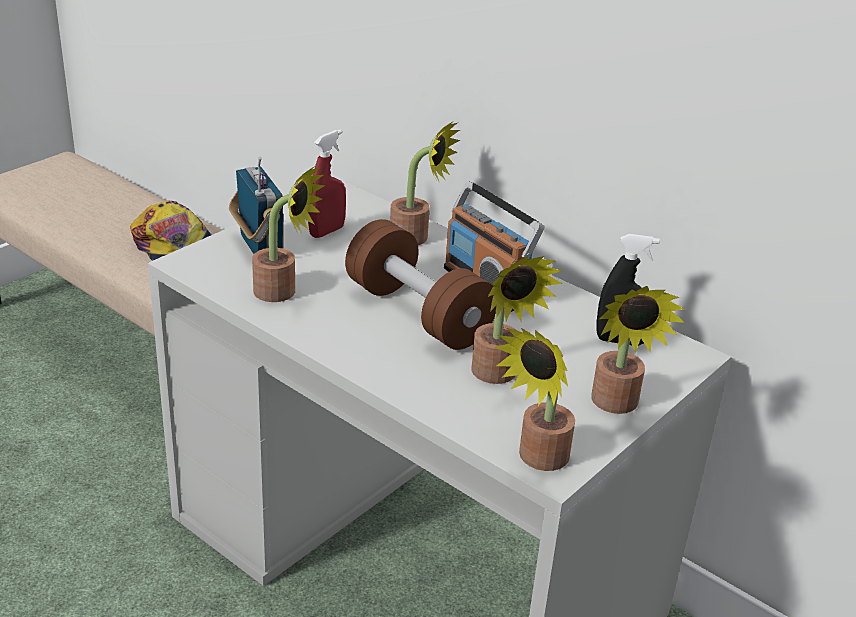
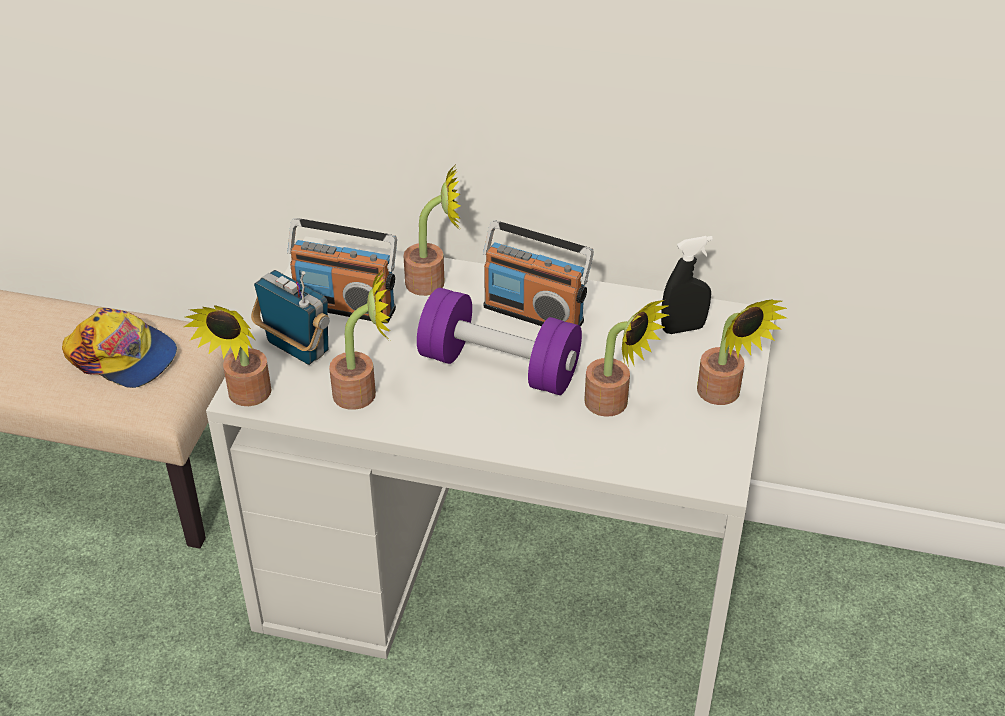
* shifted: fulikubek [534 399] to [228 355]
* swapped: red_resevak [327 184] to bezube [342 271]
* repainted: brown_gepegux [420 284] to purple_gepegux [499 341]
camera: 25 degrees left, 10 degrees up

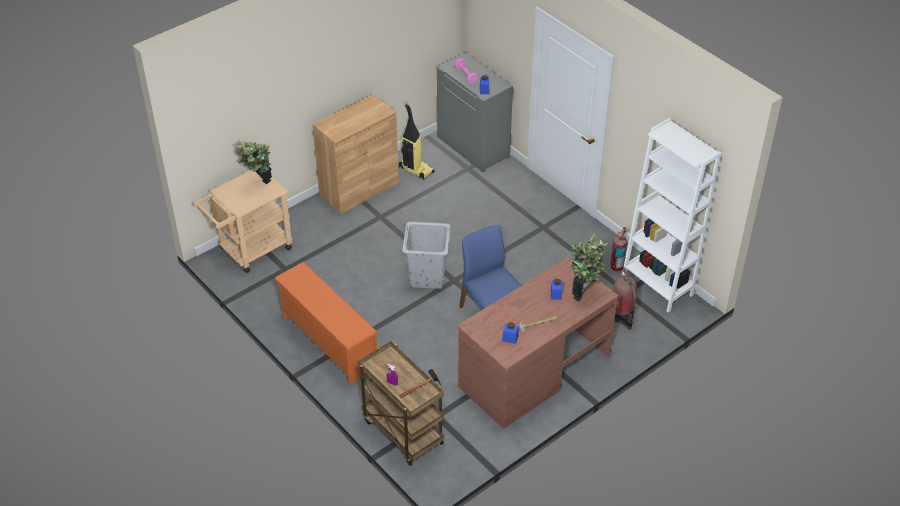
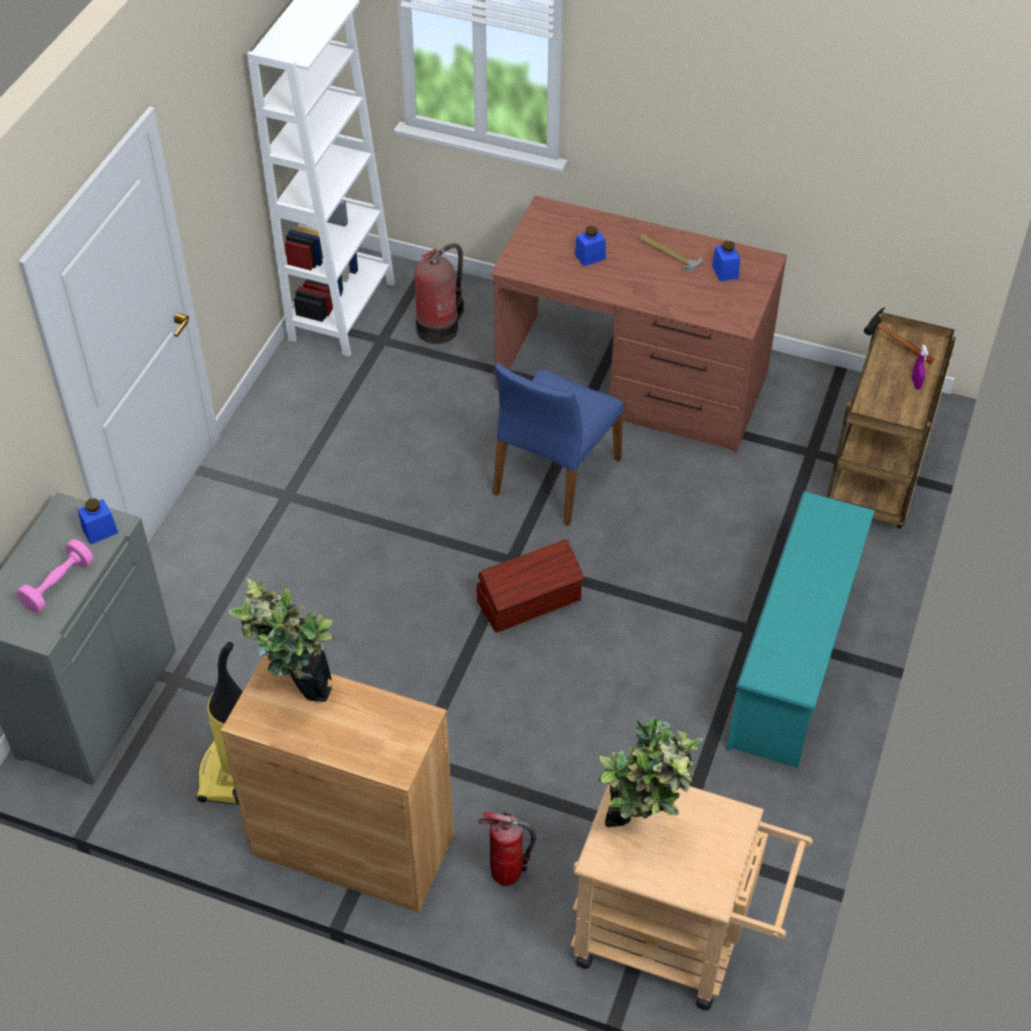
* shifted: fulikubek [588 268] to [281 640]
* swapped: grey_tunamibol [426 255] to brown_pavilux [530 586]
* shifted: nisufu [618 249] to [507 848]
* repainted: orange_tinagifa [326 323] to turquoise_tinagifa [800 629]
camera: 120 degrees left, 5 degrees up

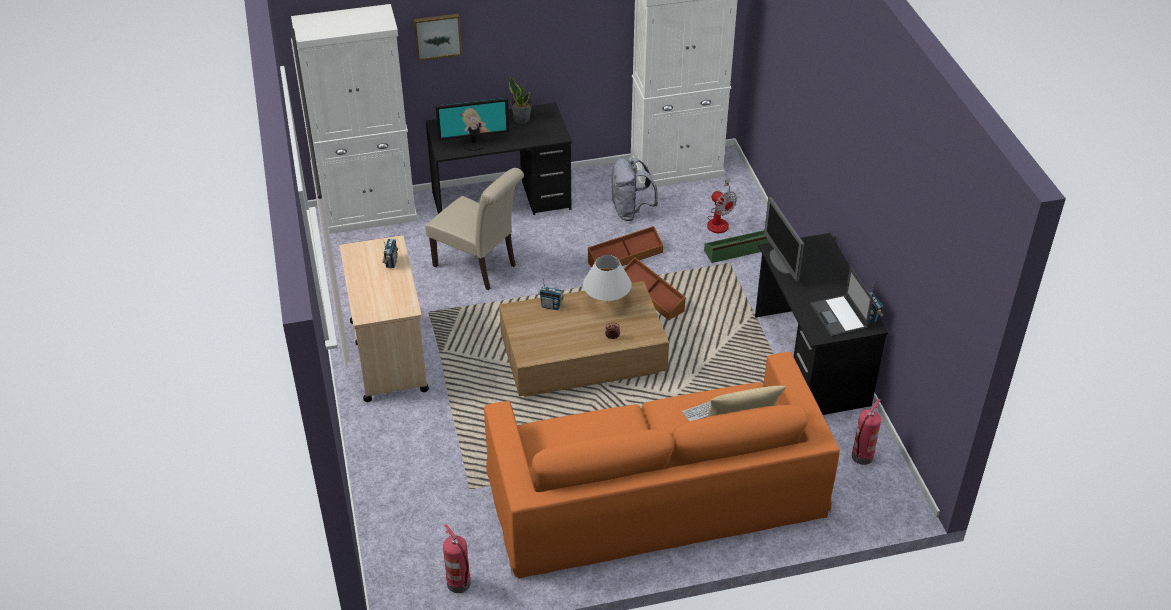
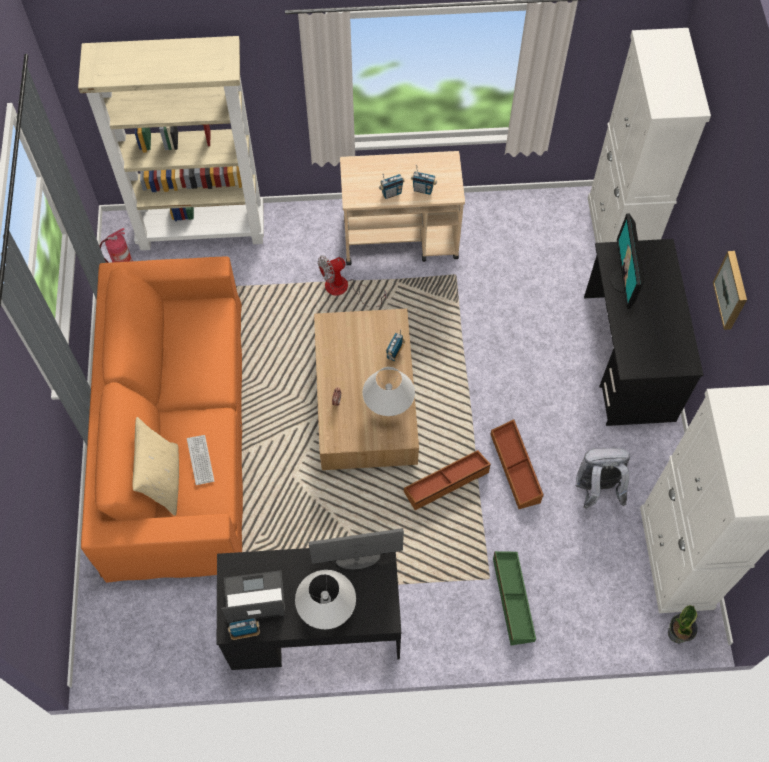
* new: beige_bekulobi [171 143]
* new: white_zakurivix [325 599]
* shifted: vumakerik [722 206] to [352 281]
* new: bezube [391 186]
* shifted: fulikubek [520 100] to [683 624]
* shifted: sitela [438 37] to [730 290]
* gone: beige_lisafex [474 229]
* gone: nisufu [866 432]
camera: 100 degrees right, 20 degrees up

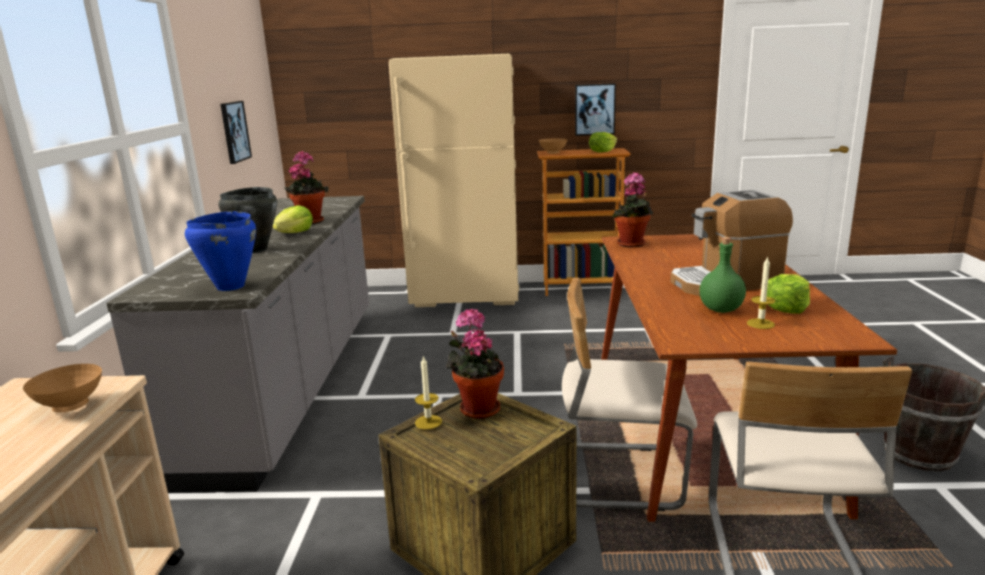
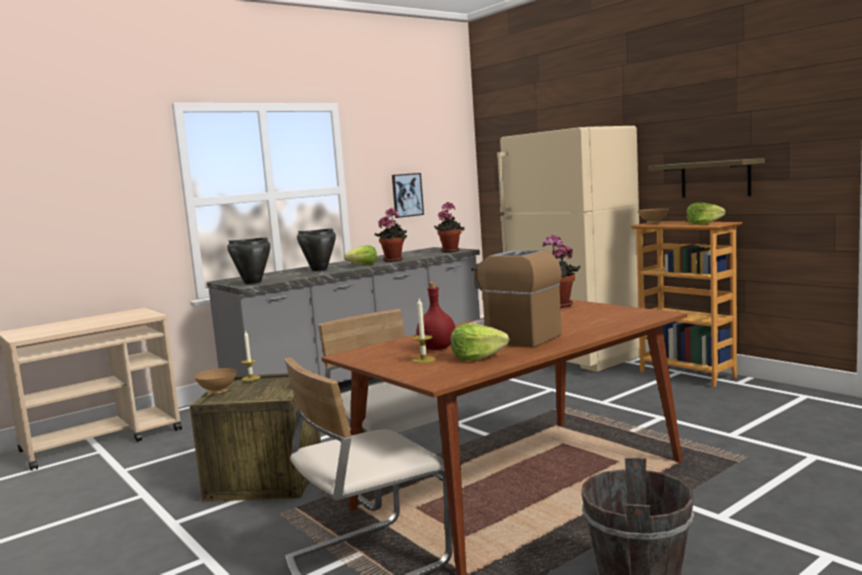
* shifted: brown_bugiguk [62 388] to [215 381]
* repainted: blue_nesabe [220 251] to black_nesabe [249 260]
* repainted: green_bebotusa [723 275] to red_bebotusa [436 316]
* shifted: fulikubek [475 364] to [449 227]
* swapped: sitela [595 109] to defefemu [706 178]
camera: 50 degrees right, 10 degrees down

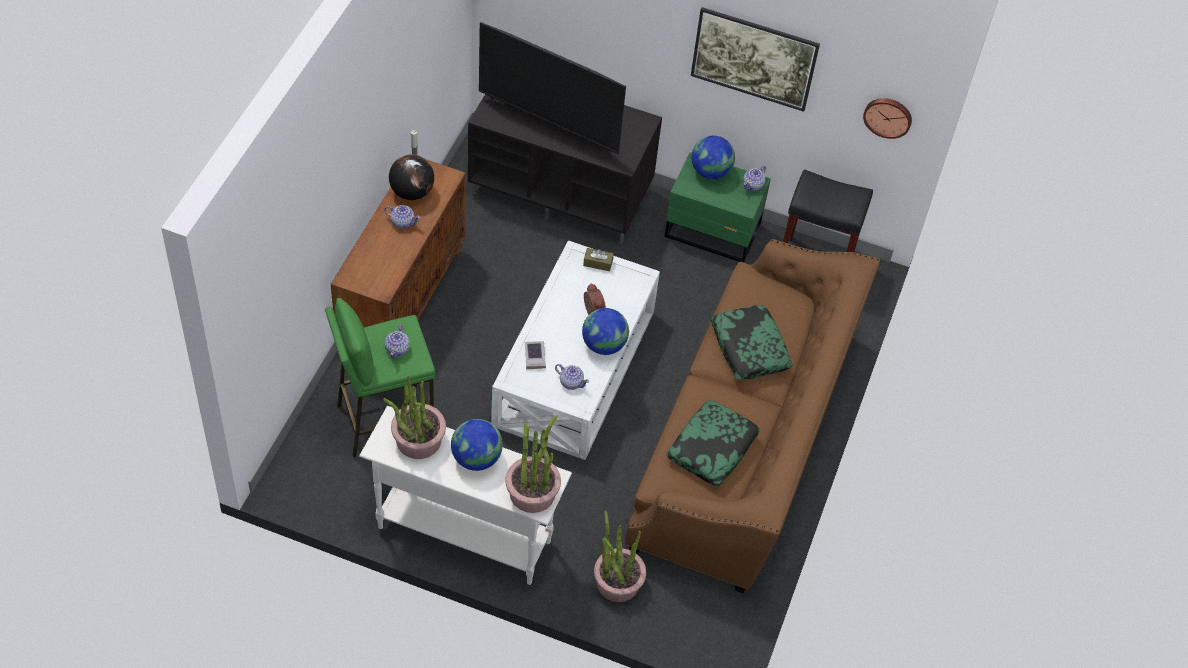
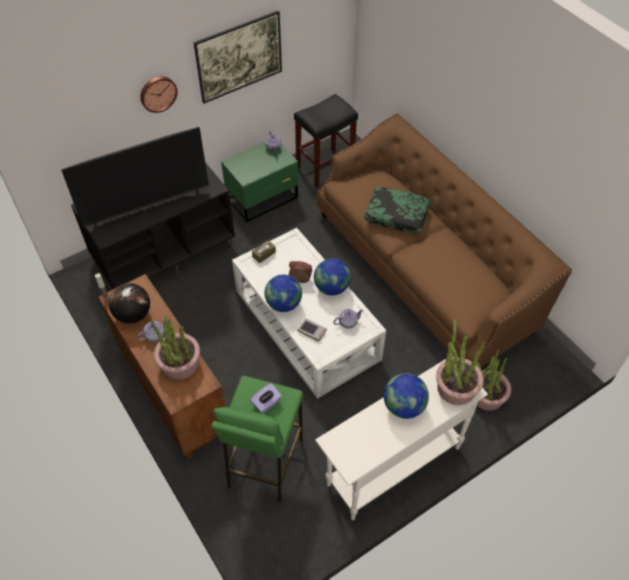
* shifted: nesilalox [887 118] to [159 94]
* shifted: fulikubek [414 417] to [176 347]
* swapped: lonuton [397 341] to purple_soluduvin [266 398]
* shifted: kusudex [713 157] to [283 293]
* gone: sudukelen [713 443]
camera: 50 degrees left, 0 degrees up

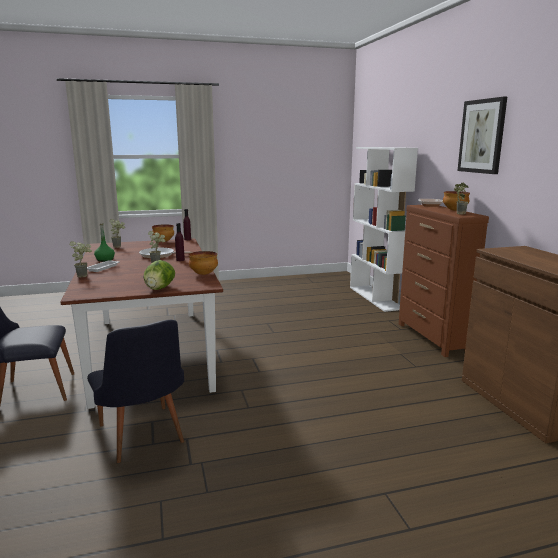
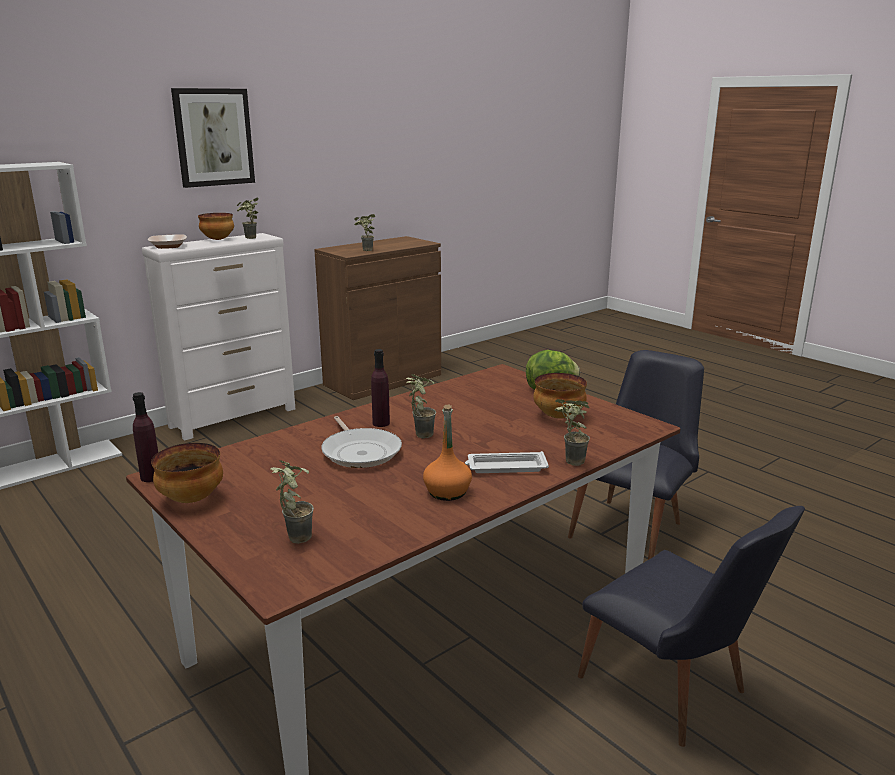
* repainted: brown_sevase [444 281] to white_sevase [218 336]
* new: fulikubek [364 232]
* repainted: green_bebotusa [104 243] to orange_bebotusa [447 453]
* shifted: bugiguk [203 263] to [560 396]
camera: 115 degrees left, 5 degrees up

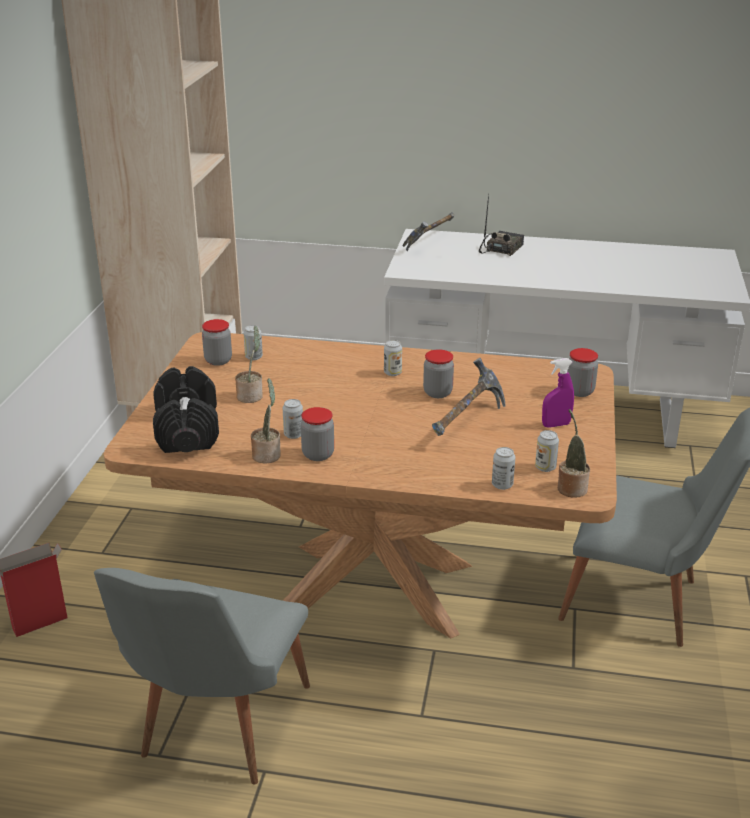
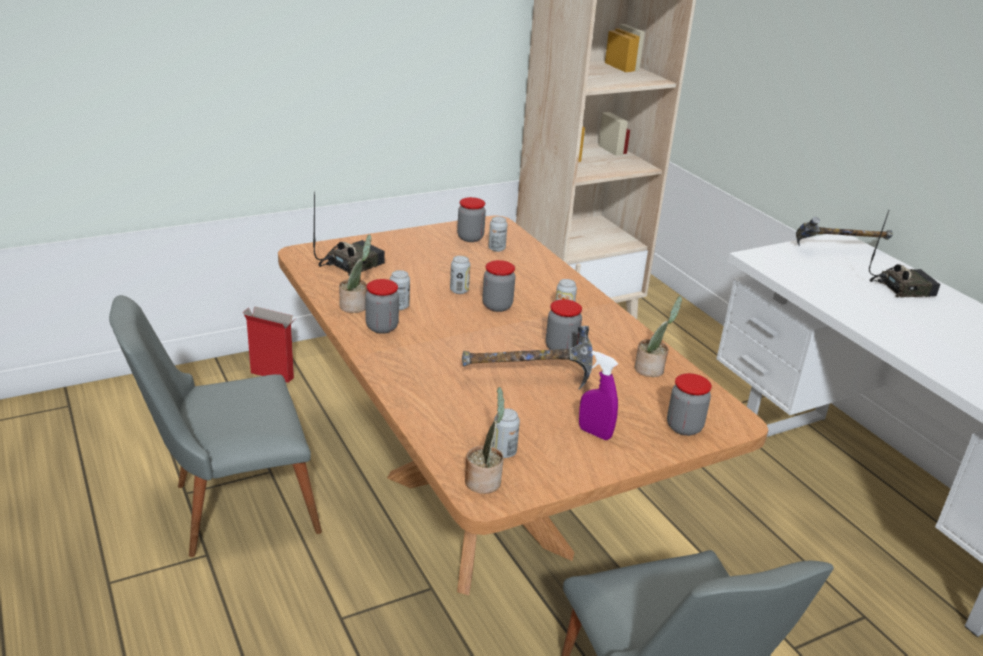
* swapped: black_gepegux [186 409] to bezube [349 234]
* shifted: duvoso [503 468] to [460 275]
* new: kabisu [498 286]
* shifted: fulikubek [249 364] to [658 336]
camera: 50 degrees right, 0 degrees up

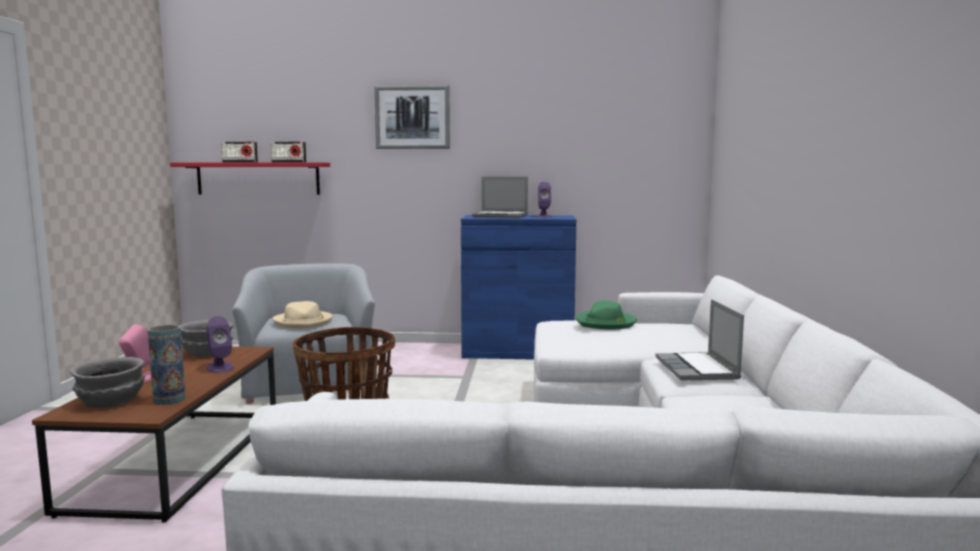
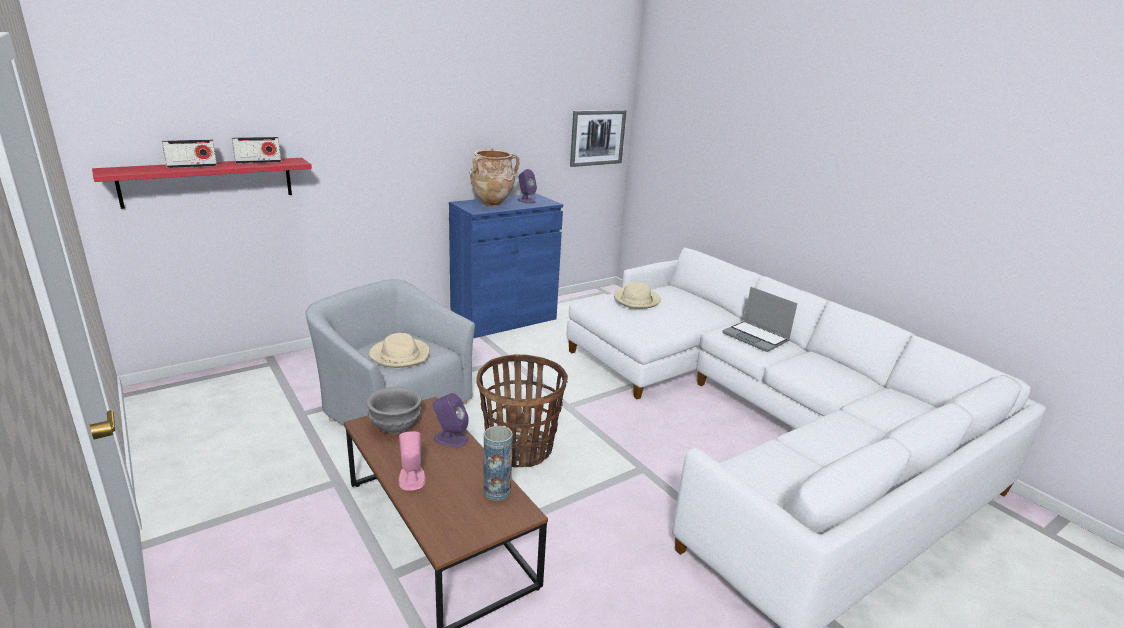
* swapped: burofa [500 197] to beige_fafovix [494 177]
* shifted: sitela [412 117] to [598 138]
* repainted: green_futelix [606 315] to beige_futelix [637 295]
* gone: grey_bugiguk [107 382]
camera: 40 degrees left, 15 degrees up

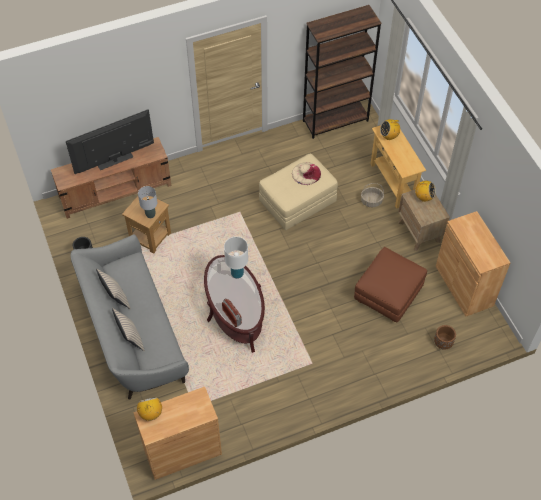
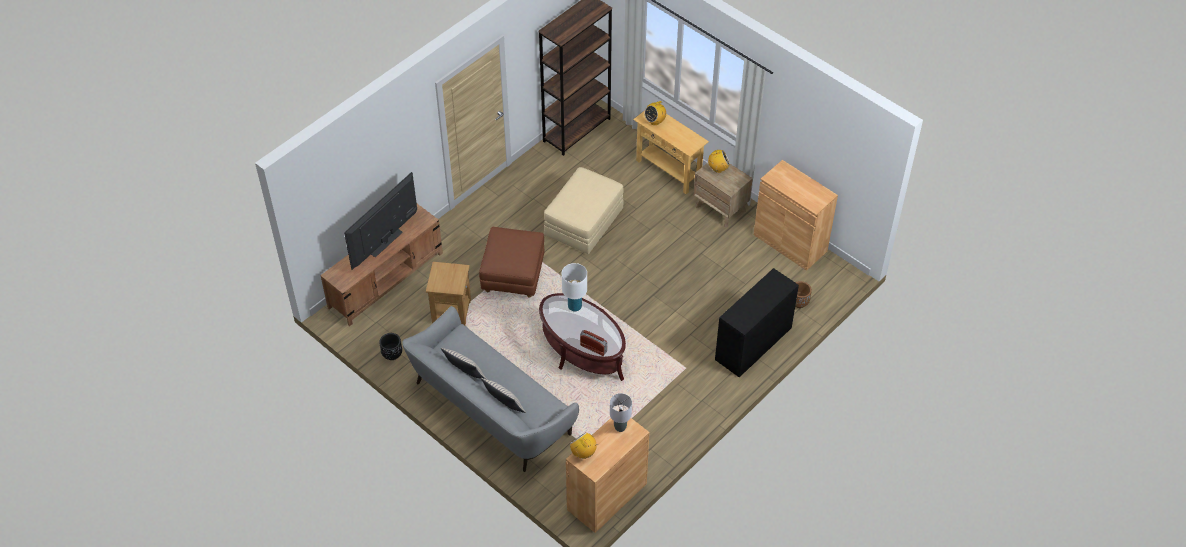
* shifted: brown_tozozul [390 285] to [511 262]
* shifted: grey_zakurivix [147 202] to [621 412]
* new: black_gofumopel [757 322]
* gone: beige_futelix [306 173]
* gone: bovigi [372 195]
camera: 25 degrees left, 5 degrees down

